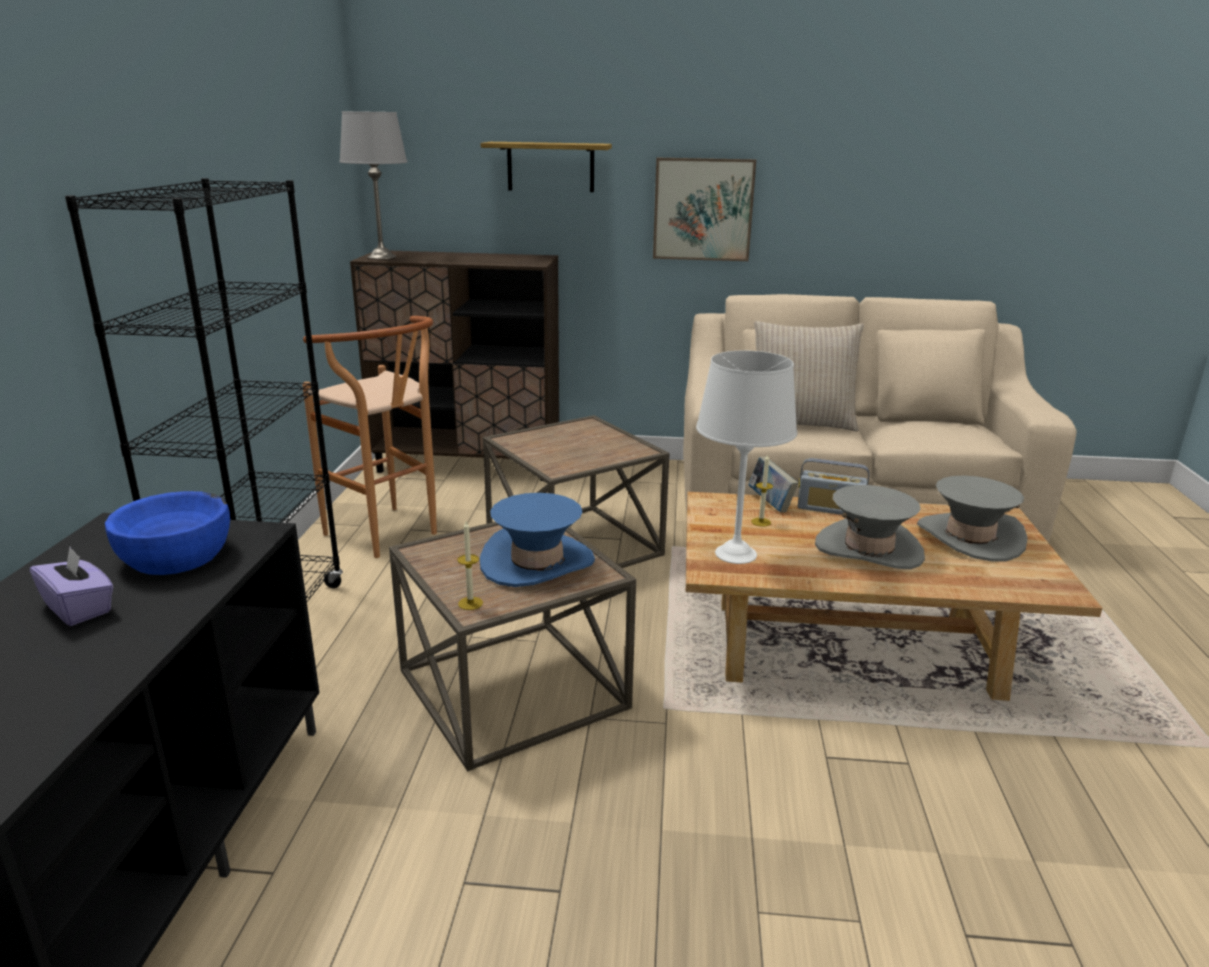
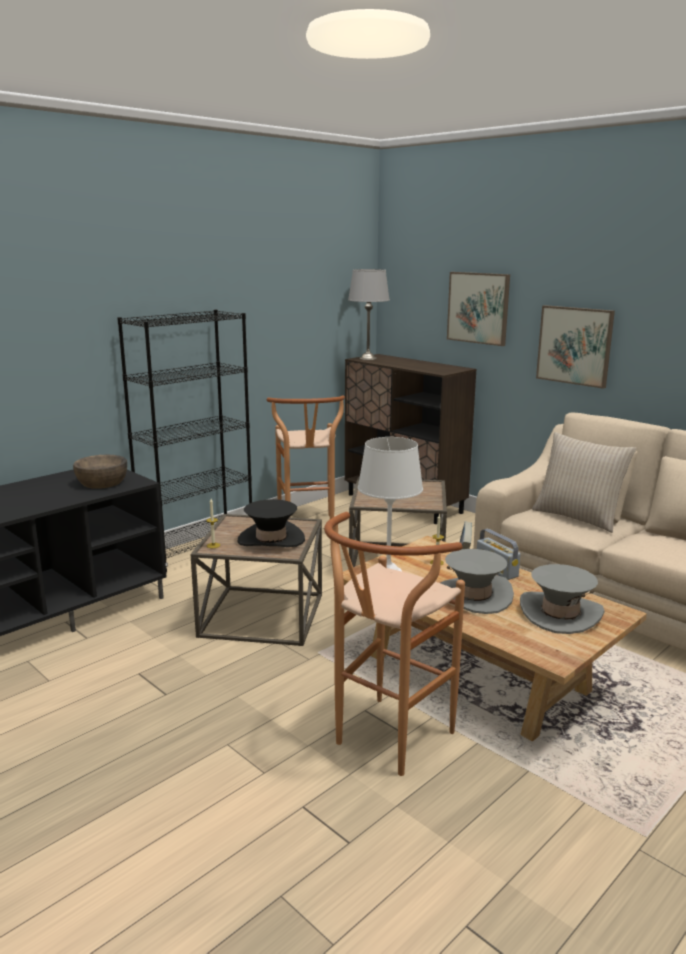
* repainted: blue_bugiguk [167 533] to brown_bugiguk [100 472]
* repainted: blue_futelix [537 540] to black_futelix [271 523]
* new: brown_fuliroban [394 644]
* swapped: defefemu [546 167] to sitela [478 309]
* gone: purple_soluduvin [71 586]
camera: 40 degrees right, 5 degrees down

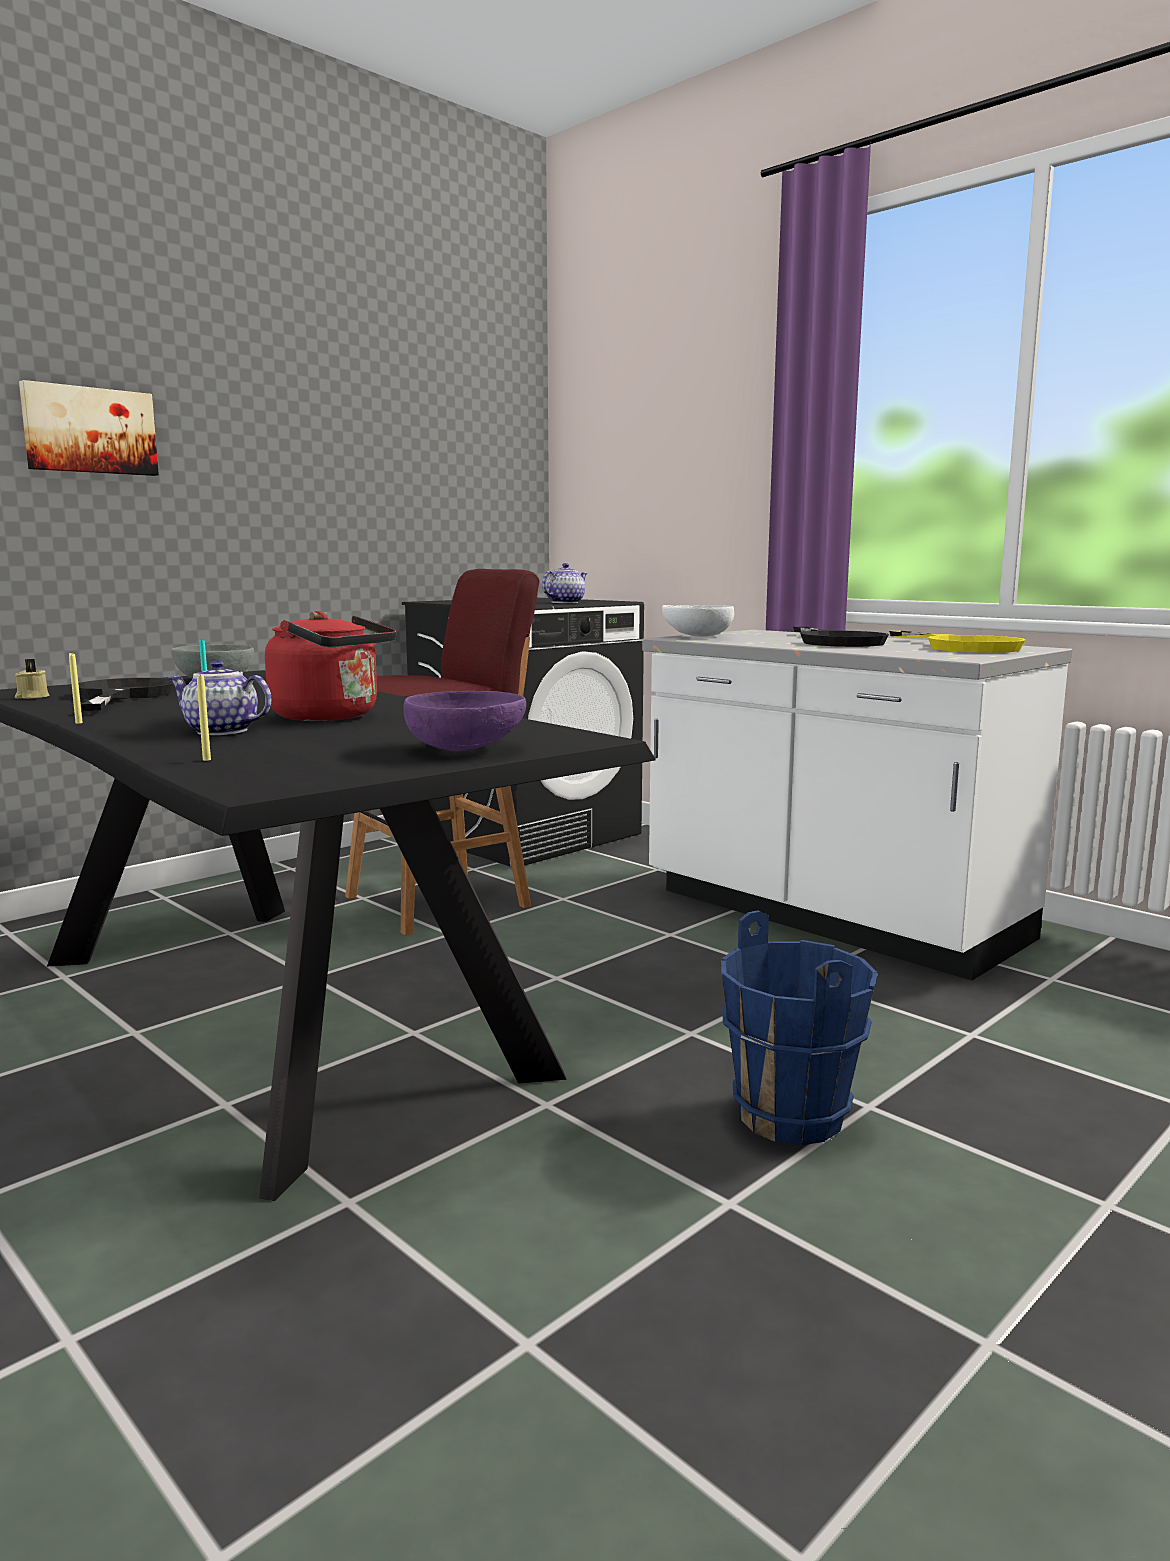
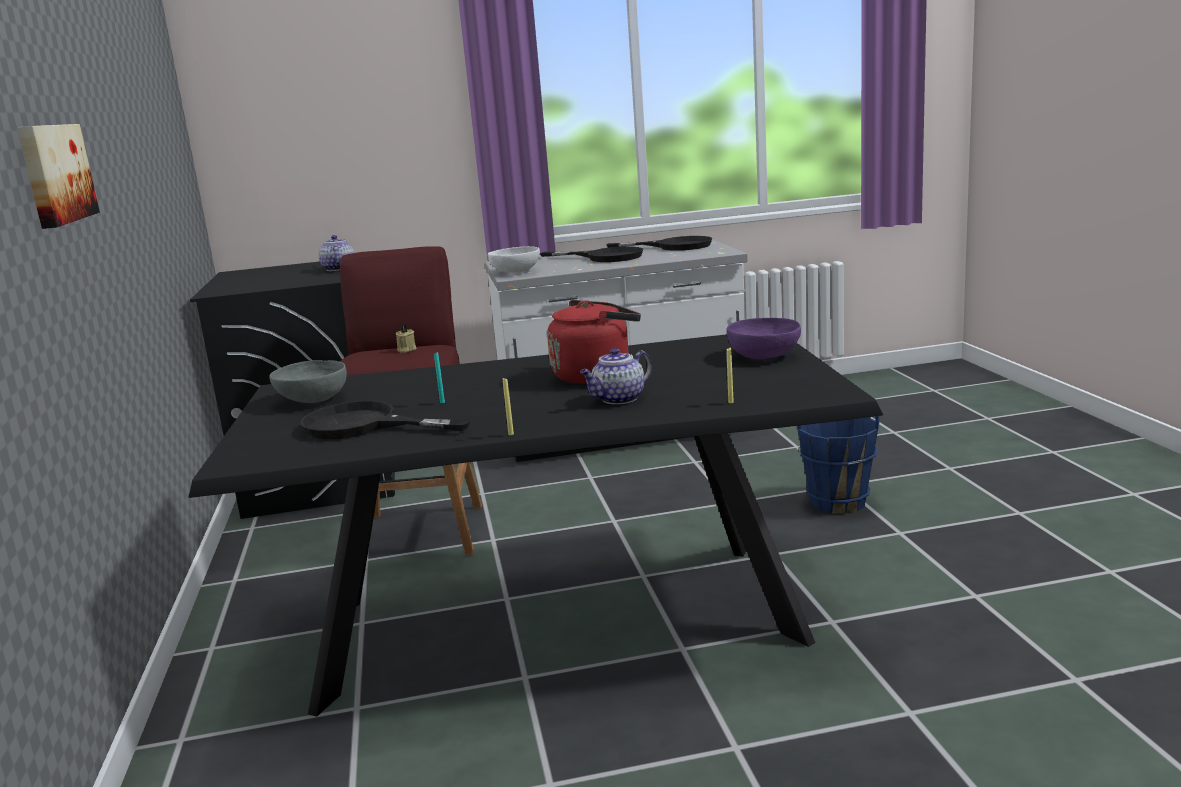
* shifted: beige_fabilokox [32 679] to [406 338]
* repainted: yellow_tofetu [957 642] to black_tofetu [659 243]
camera: 55 degrees left, 5 degrees up

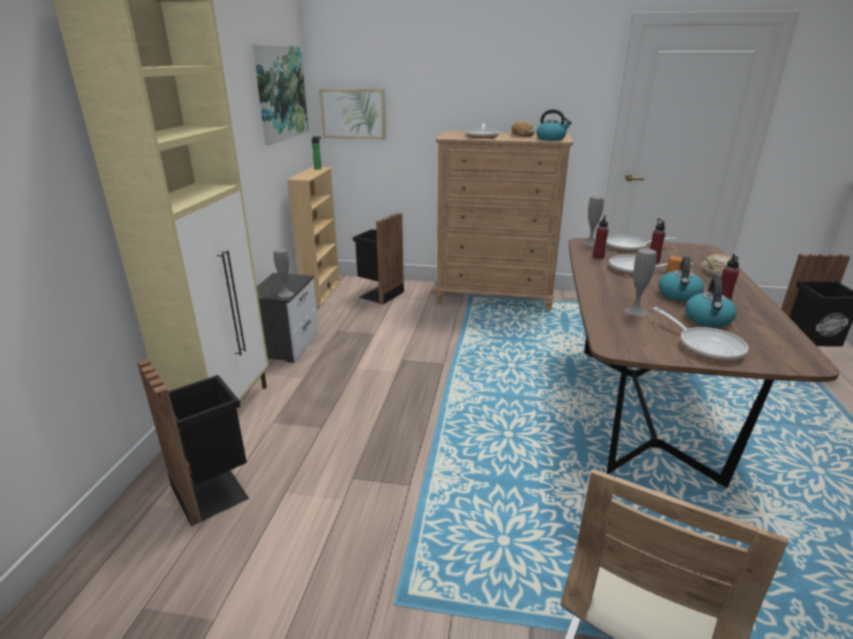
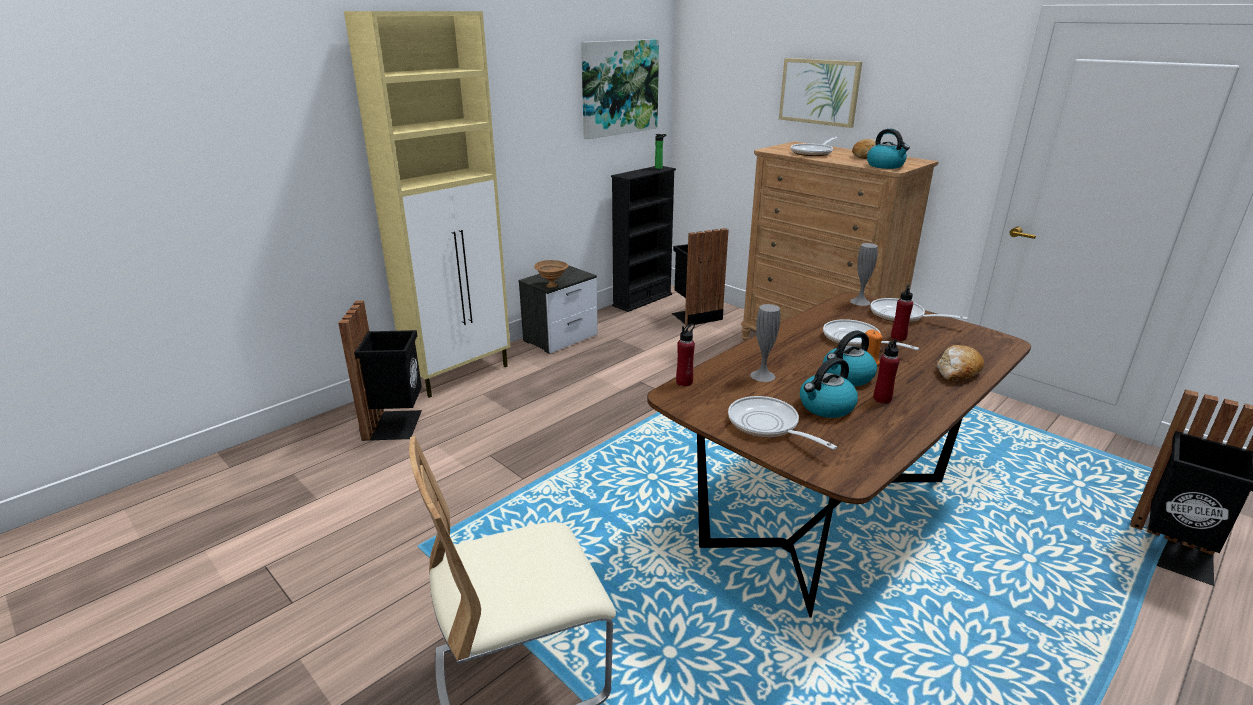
* swapped: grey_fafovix [284 272] to brown_bugiguk [551 274]
* repainted: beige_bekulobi [314 236] to black_bekulobi [643 239]
* shifted: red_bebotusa [601 237] to [685 355]
* rotated: tofetu [701 334] = [782 423] 135 degrees clockwise
* shifted: sitela [352 113] to [820 93]
camera: 35 degrees right, 0 degrees up

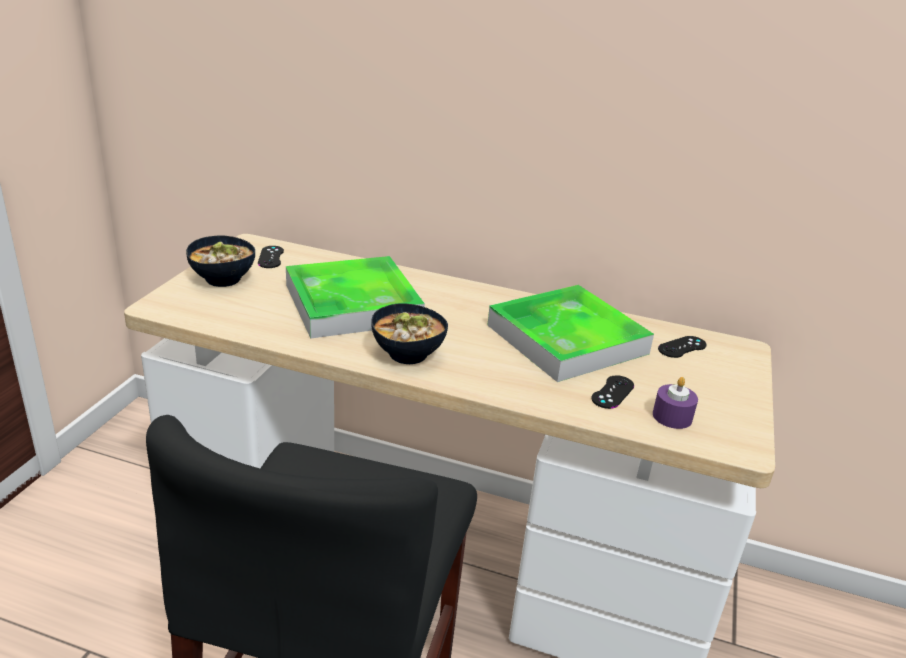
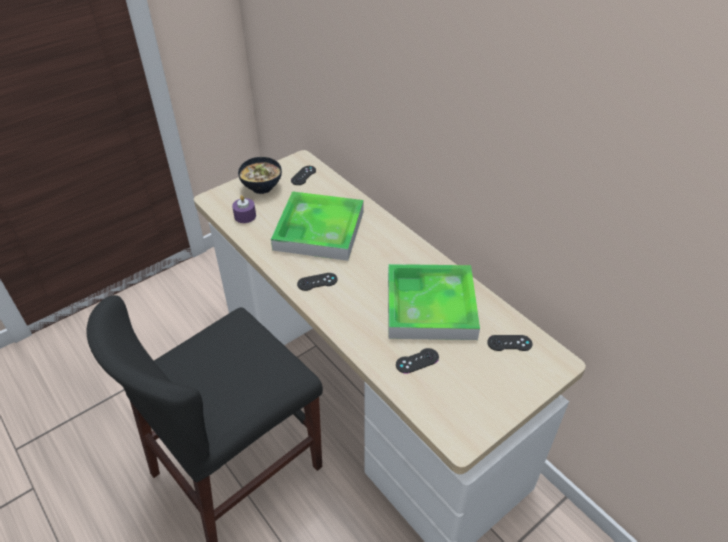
* shifted: purple_fabilokox [675 403] to [244 209]
* swapped: bugiguk [409 333] to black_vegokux [317 282]
camera: 35 degrees right, 15 degrees up

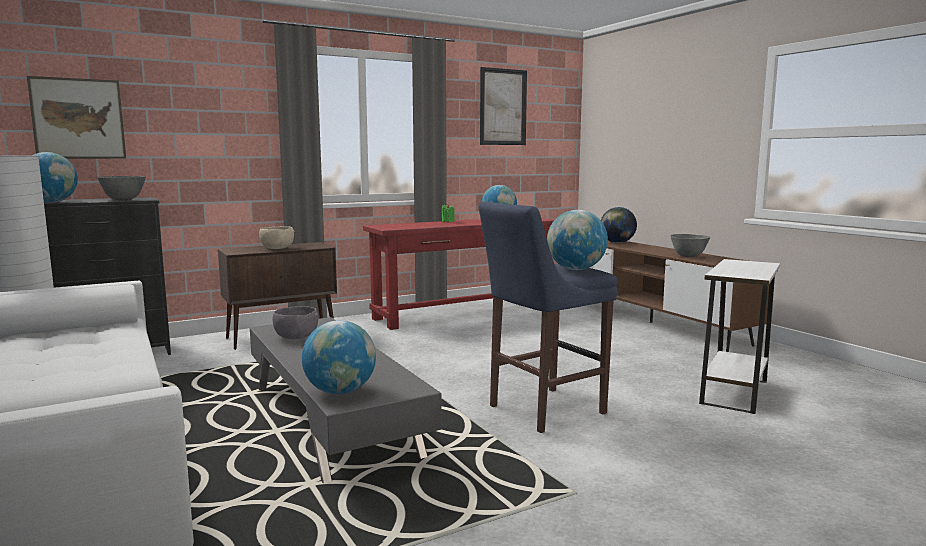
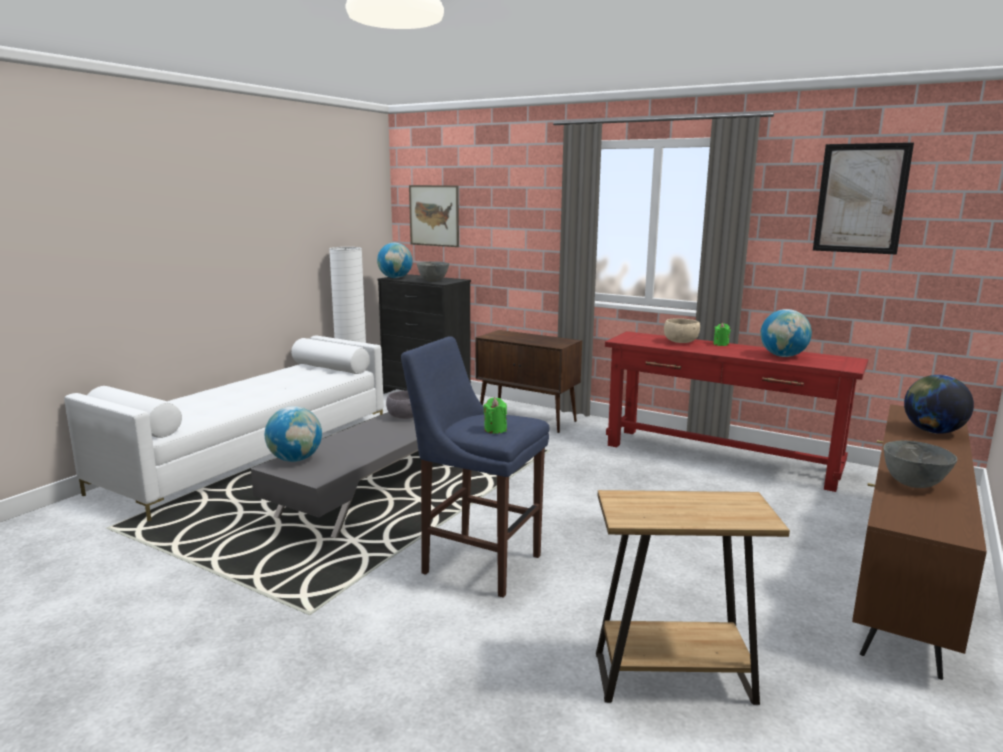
* swapped: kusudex [577 240] to green_fabilokox [495 416]
* repainted: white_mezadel [739 336] to brown_mezadel [693 597]
* shifted: beige_bugiguk [276 237] to [682 330]
camera: 60 degrees right, 5 degrees up

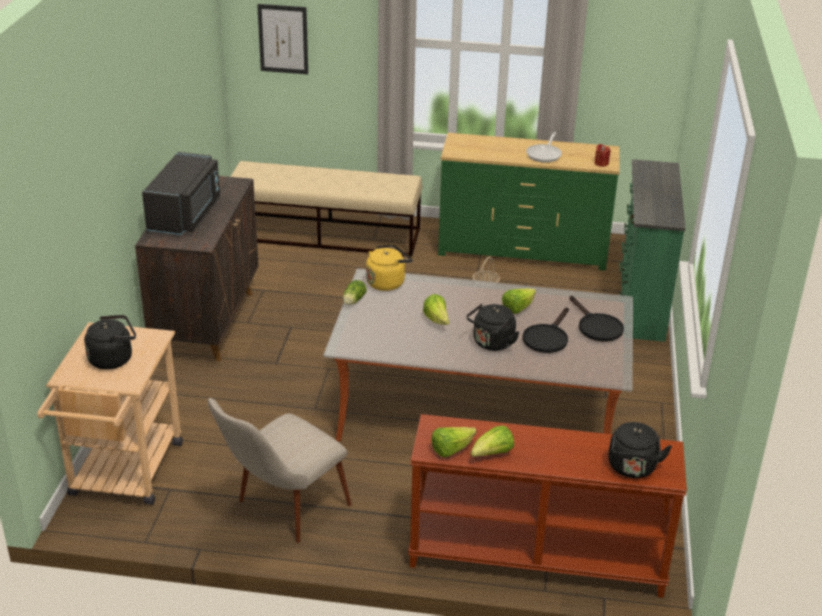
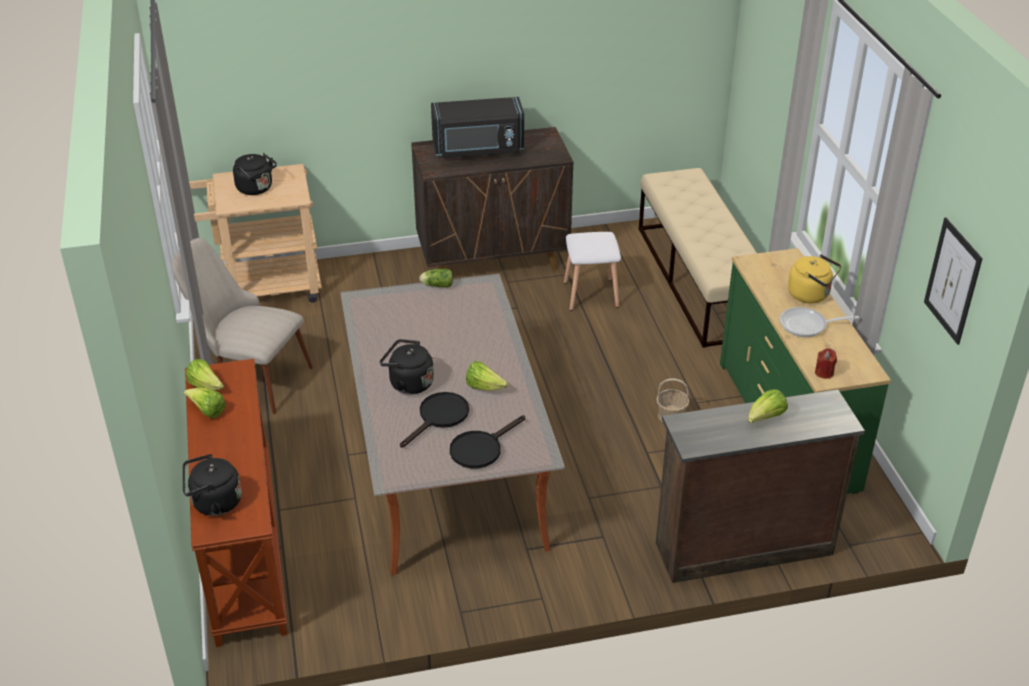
* rotated: black_tofetu [546 330] = [434 420] 120 degrees clockwise
* new: white_fuliroban [592 271]
* repainted: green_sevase [652 250] to brown_sevase [760 486]
* shifted: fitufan [436 309] to [768 406]
* shifted: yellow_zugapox [389 267] to [815 278]
* shifted: sitela [282 39] to [953 281]
camera: 70 degrees right, 5 degrees up

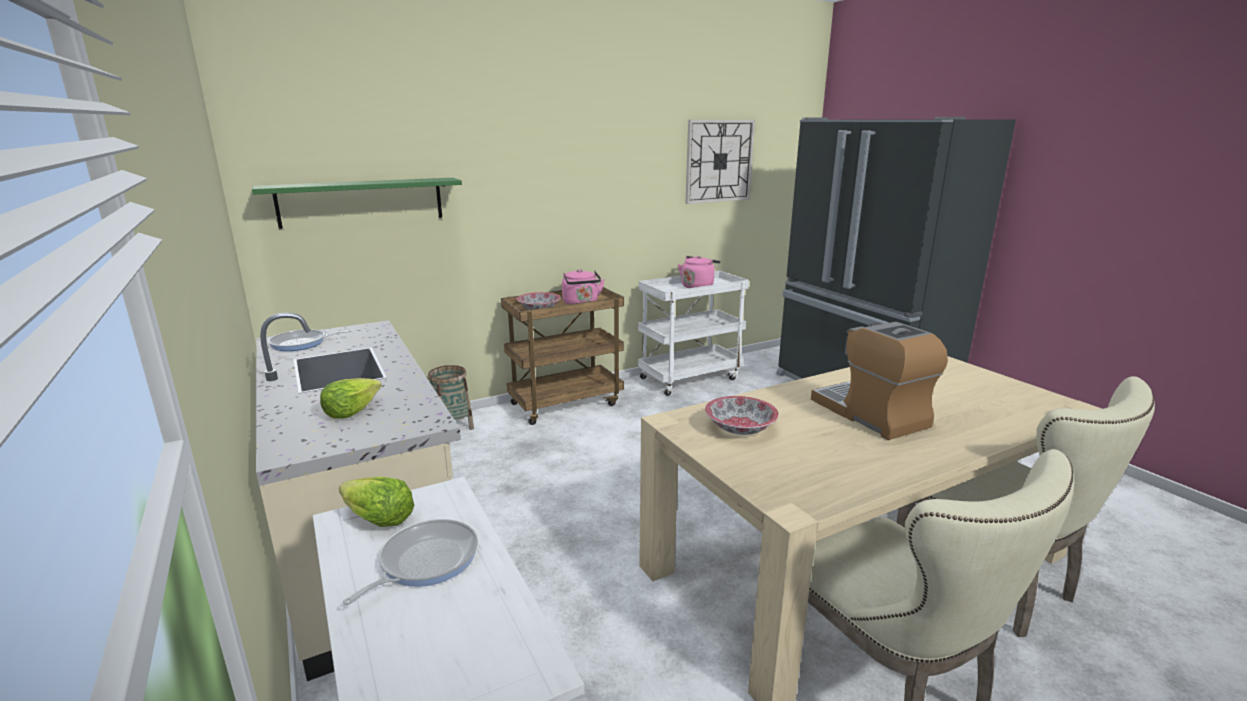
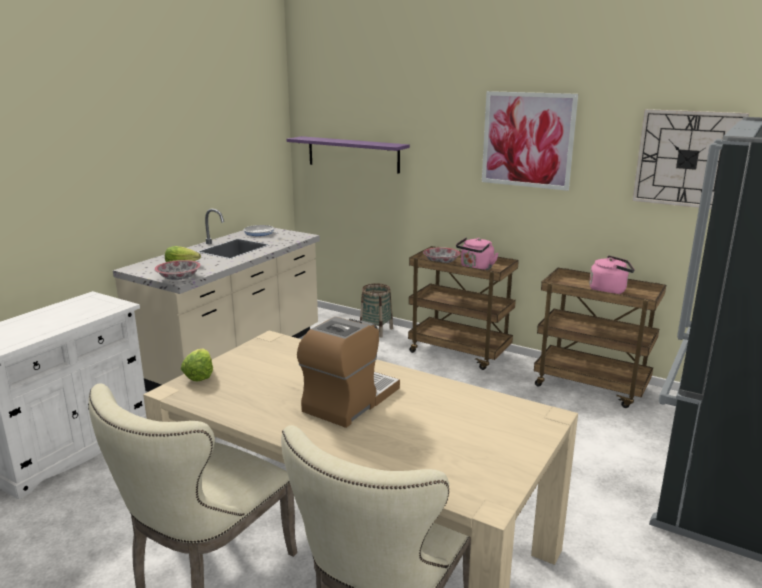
* shifted: bugiguk [742 415] to [177 270]
* shifted: fitufan [376 501] to [197 365]
* repainted: green_defefemu [357 203] to purple_defefemu [348 155]
* new: sitela [530 141]
* repainted: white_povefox [693 333] to brown_povefox [600 338]
* gone: tofetu [410 562]
camera: 60 degrees right, 0 degrees up

